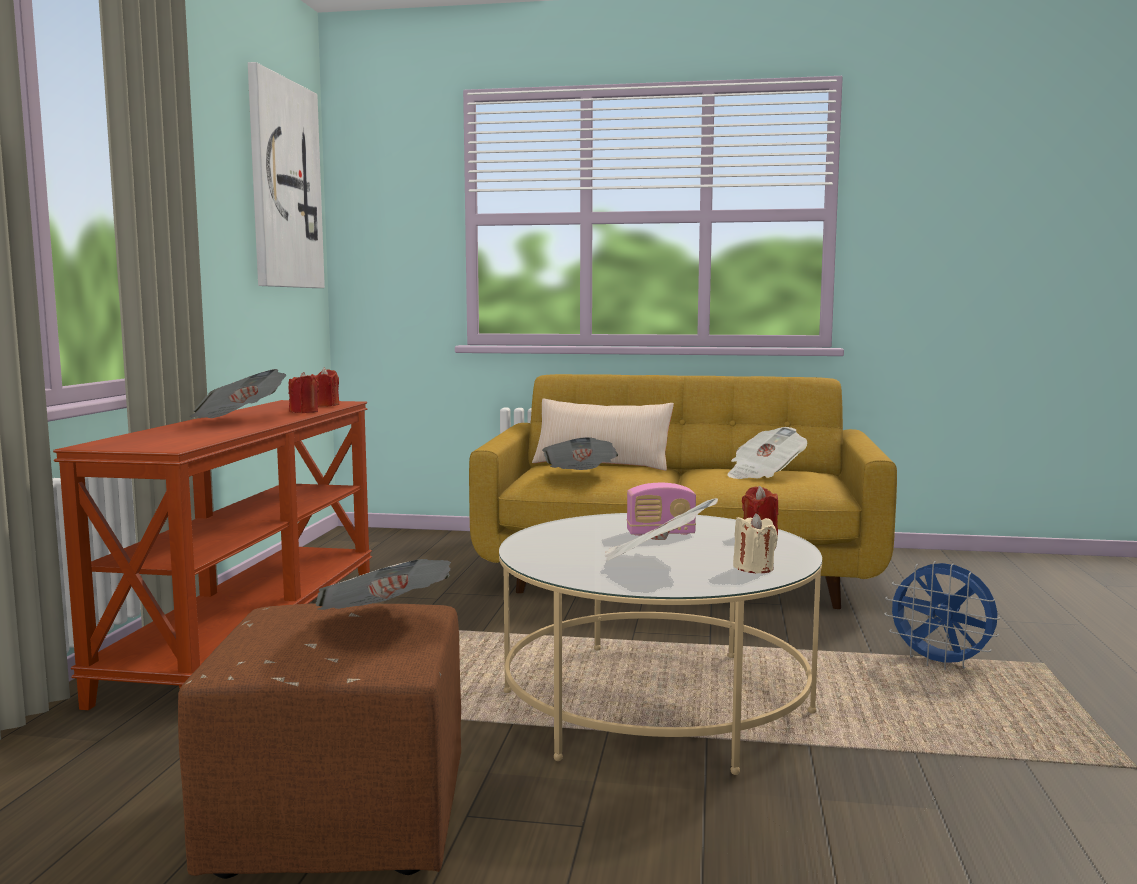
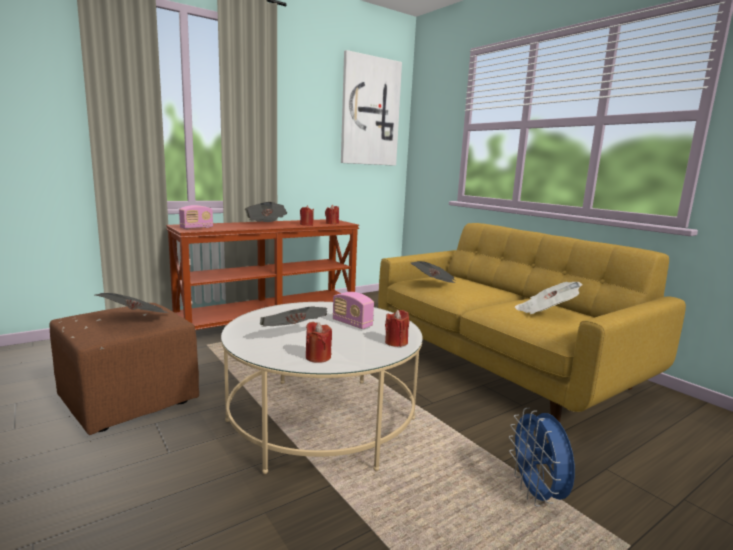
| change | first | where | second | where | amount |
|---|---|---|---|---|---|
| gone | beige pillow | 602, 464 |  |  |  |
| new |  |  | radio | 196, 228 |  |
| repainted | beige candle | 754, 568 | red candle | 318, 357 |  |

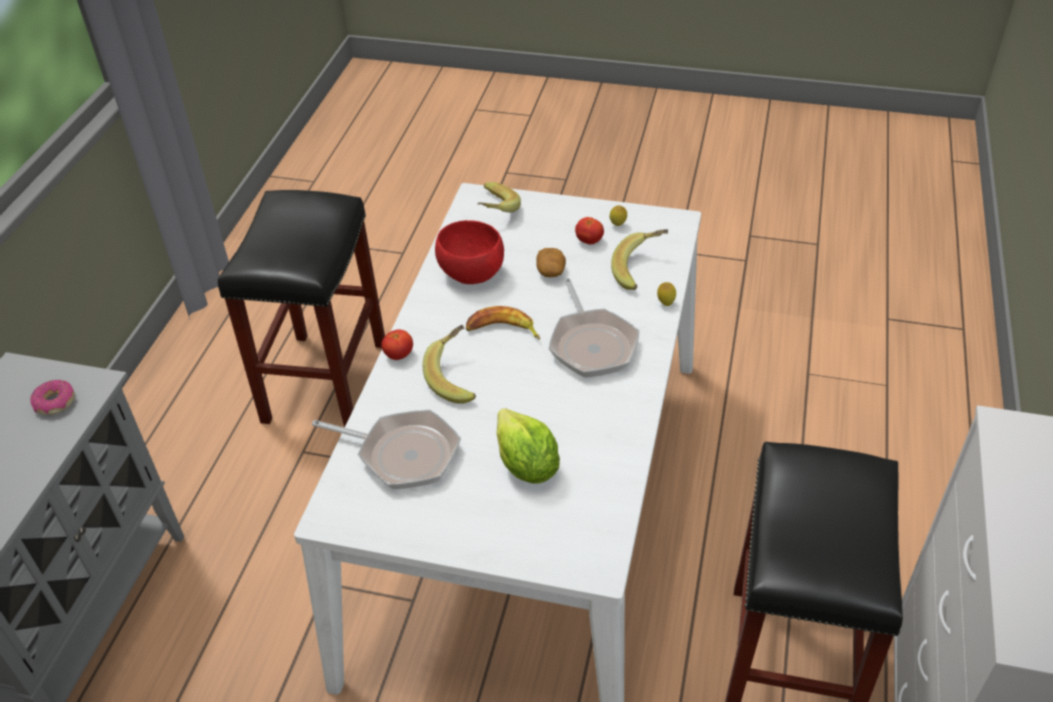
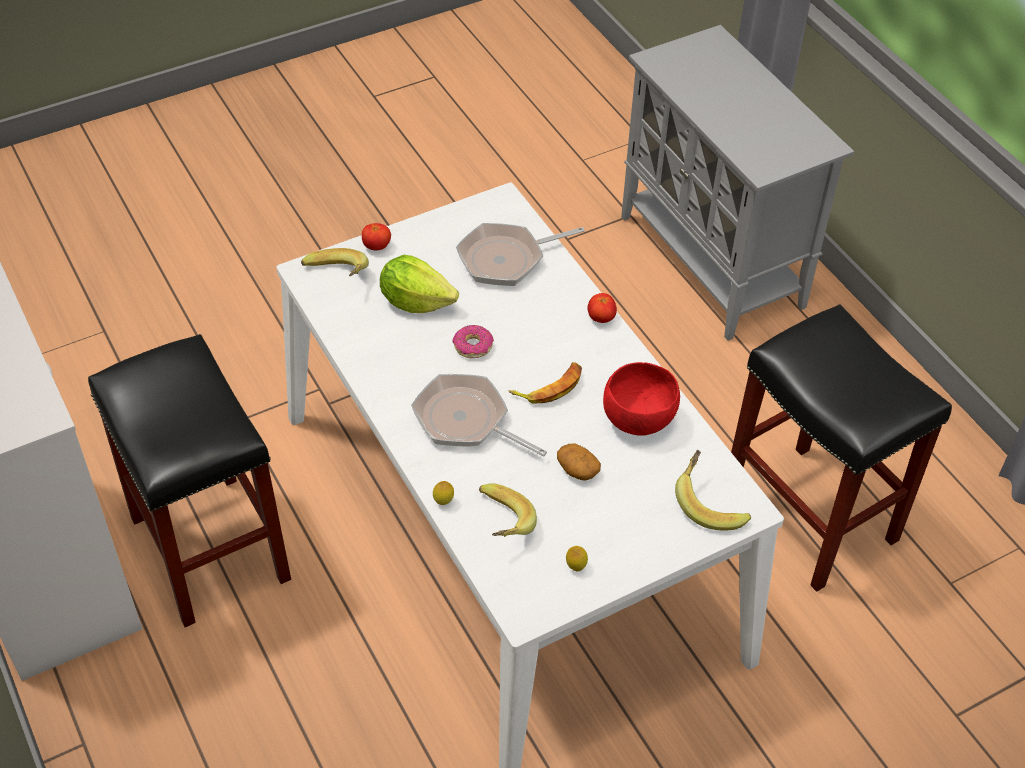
| change | first | where | second | where | amount |
|---|---|---|---|---|---|
| shifted | donut | 55, 402 |  | 473, 346 |  |
| shifted | banana | 457, 377 |  | 336, 278 |  |
| shifted | tomato | 589, 241 |  | 377, 246 |  |

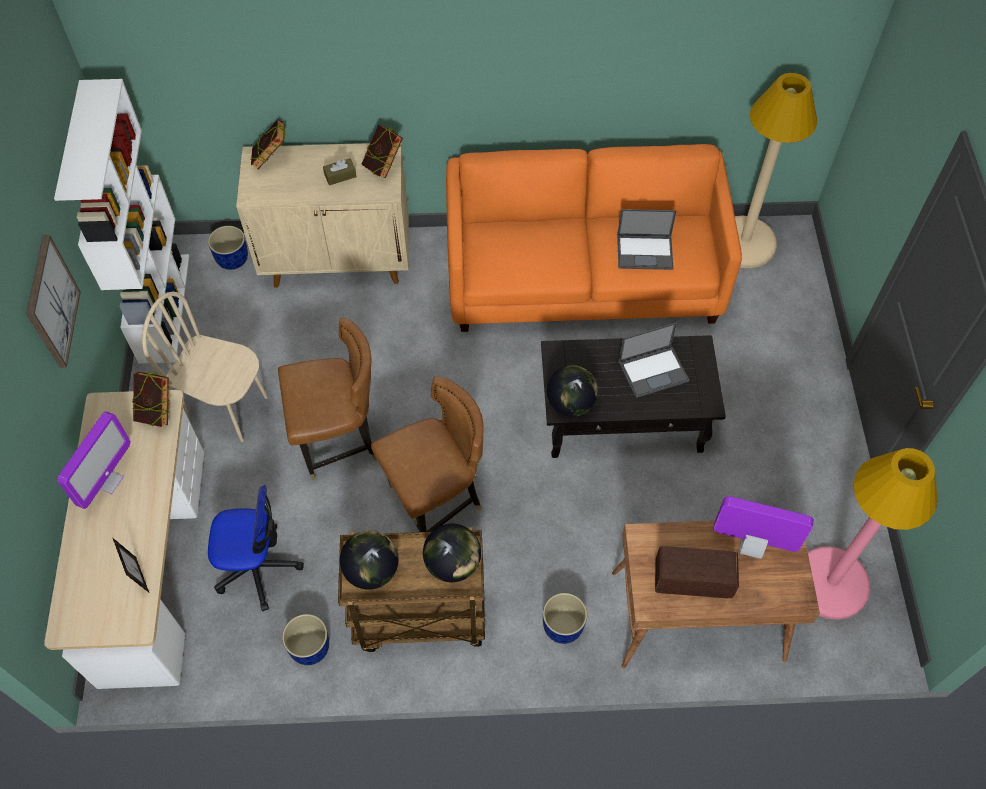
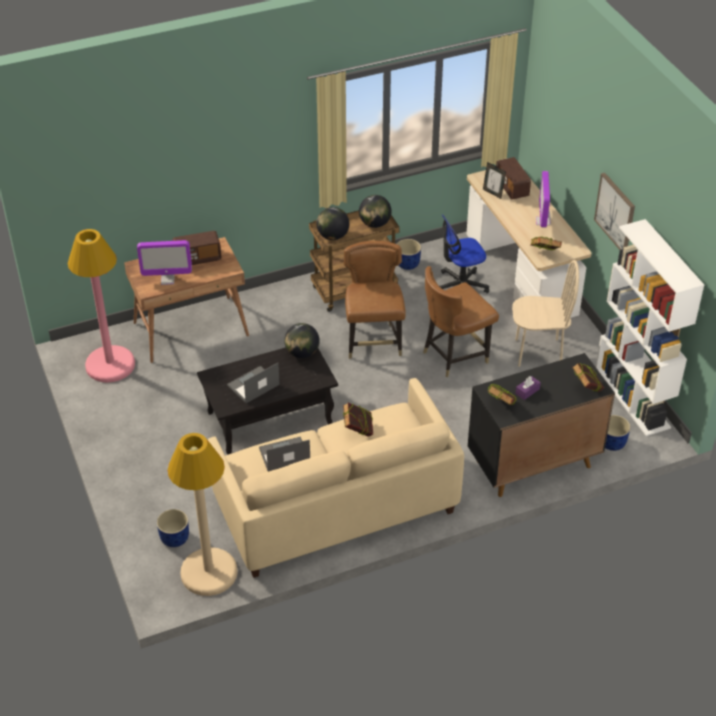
| change | first | where | second | where | amount |
|---|---|---|---|---|---|
| new |  |  | book | 358, 431 |  |
| new |  |  | radio | 512, 188 |  |
| shifted | blue planter | 562, 627 |  | 175, 538 |  |
| repainted | beige cabinet | 338, 260 | black cabinet | 532, 464 |  |
| repainted | brown tissue box | 340, 176 | purple tissue box | 527, 391 |  |
| repainted | orange sofa | 583, 276 | beige sofa | 335, 506 |  |
| rotated | brown chair | 436, 501 |  | 373, 342 | 135 degrees clockwise |

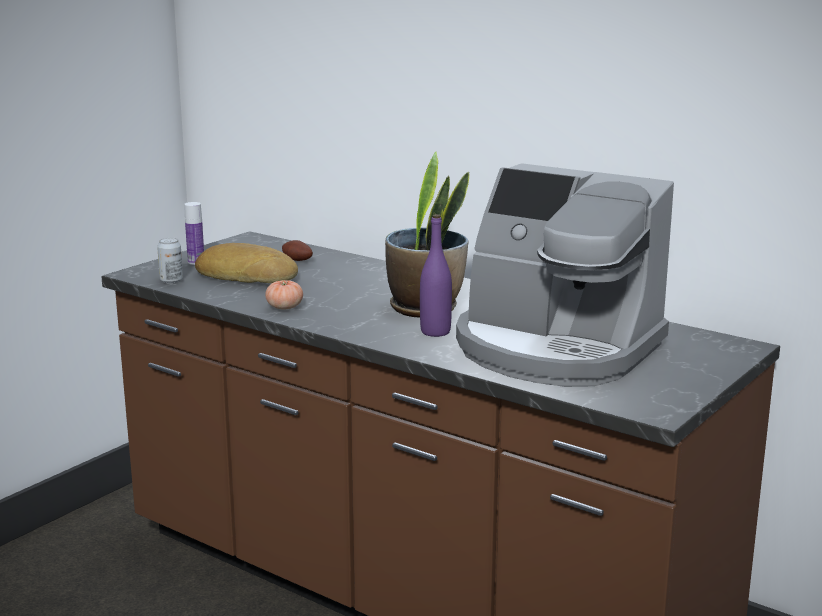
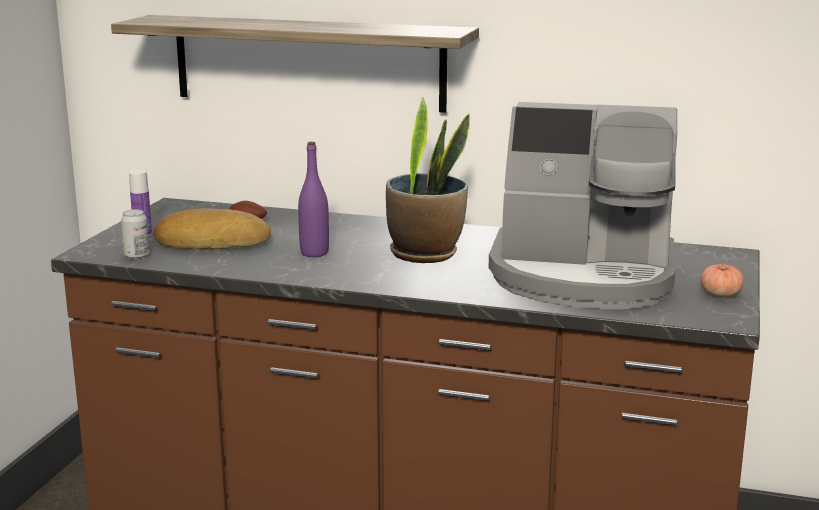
| change | first | where | second | where | amount |
|---|---|---|---|---|---|
| new |  |  | shelf | 308, 62 |  |
| shifted | tomato | 284, 307 |  | 720, 294 |  |
| shifted | purple bottle | 435, 332 |  | 314, 253 |  |

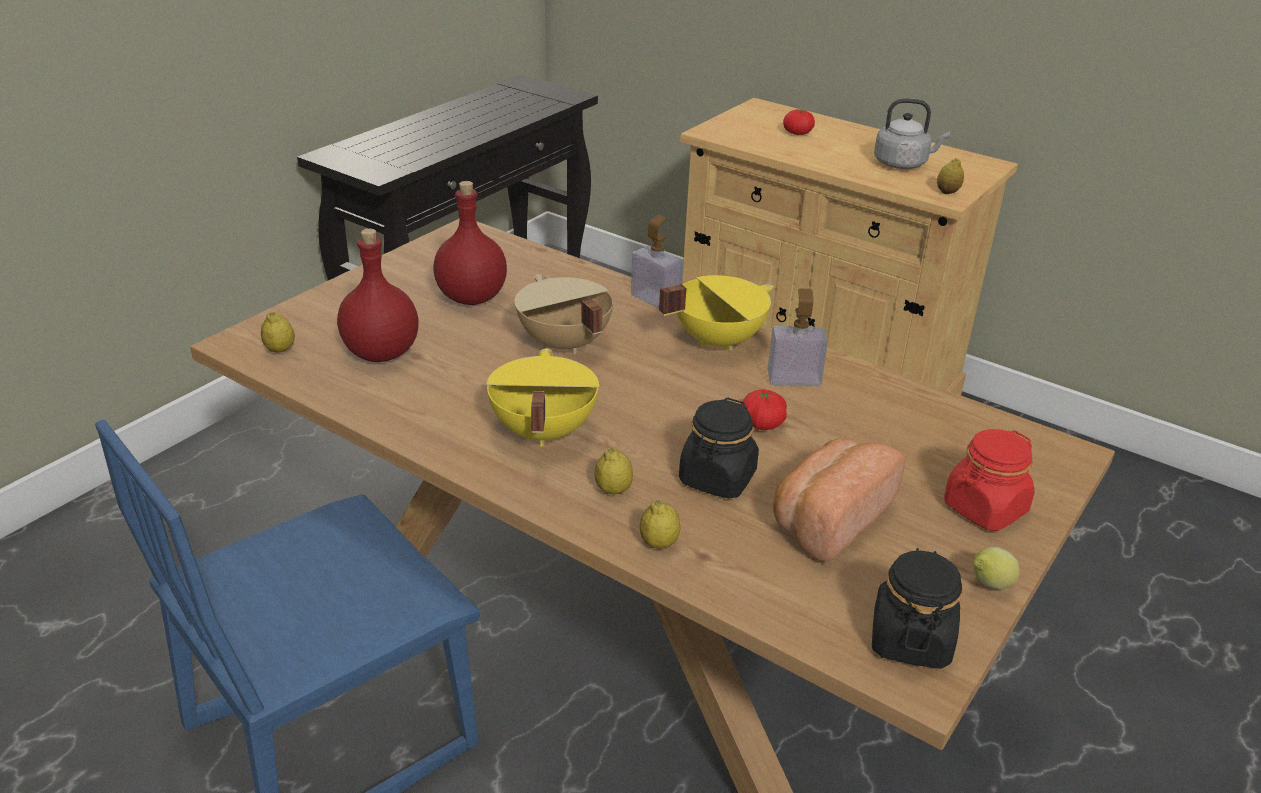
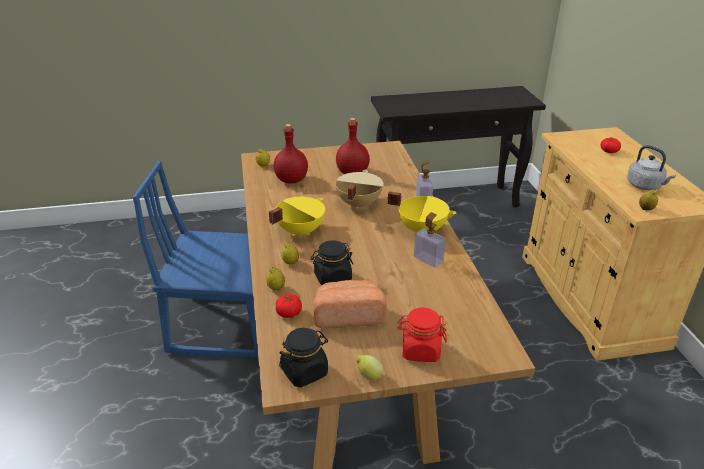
| change | first | where | second | where | amount |
|---|---|---|---|---|---|
| shifted | tomato | 761, 424 |  | 289, 313 |  |

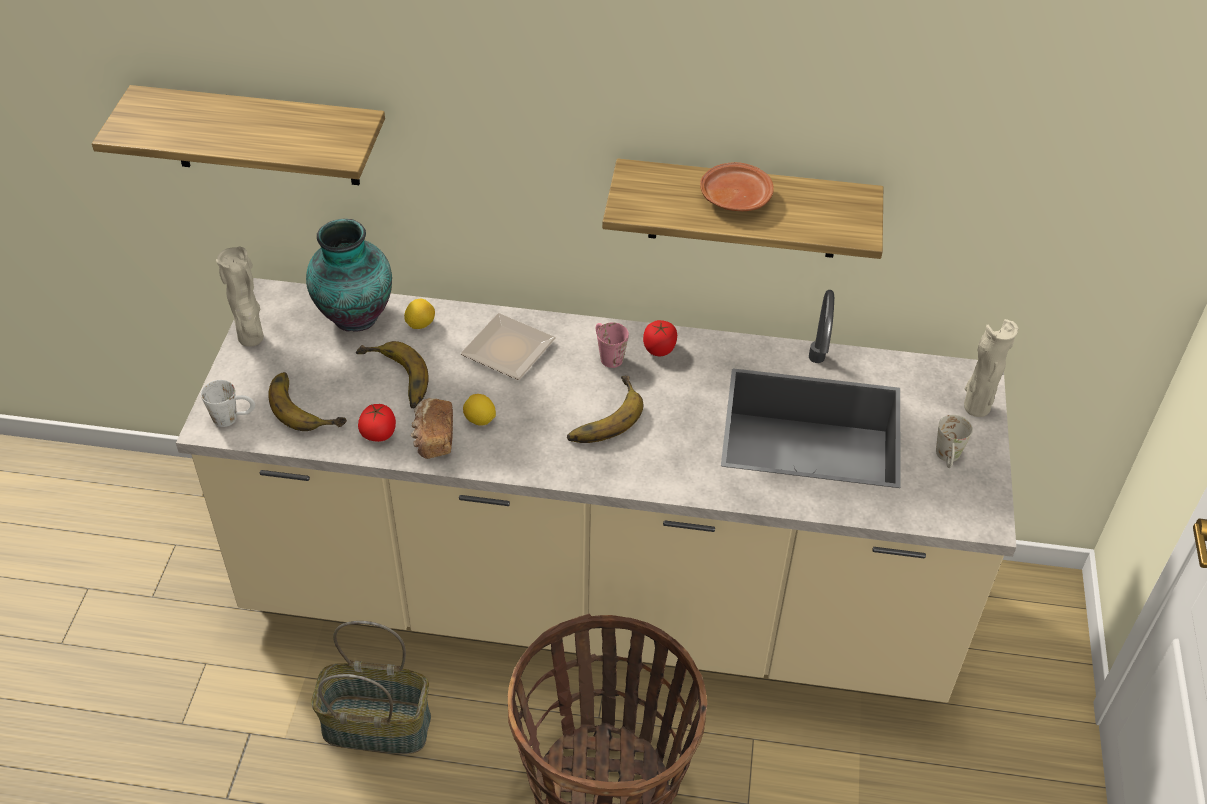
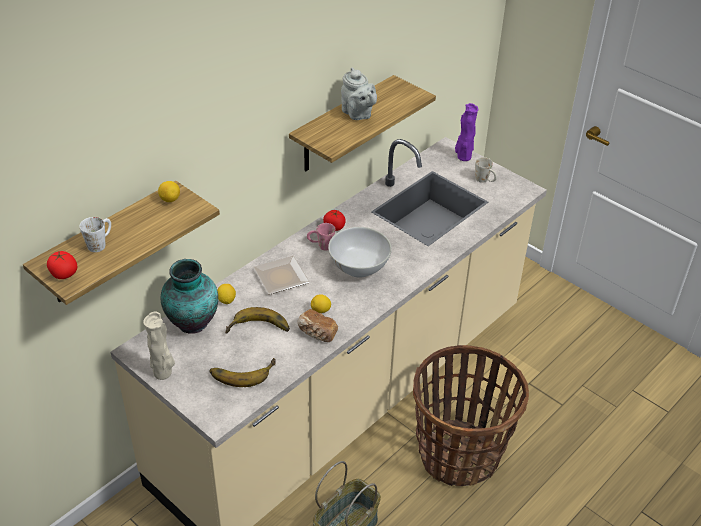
| change | first | where | second | where | amount |
|---|---|---|---|---|---|
| new |  |  | lemon | 170, 199 |  |
| shifted | white mug | 233, 417 |  | 100, 243 |  |
| shifted | tomato | 378, 433 |  | 64, 274 |  |
| swapped | banana | 601, 415 | white bowl | 359, 267 |  |
| swapped | brown plate | 735, 197 | grey teapot | 358, 114 |  |
| repainted | beige vase | 975, 407 | purple vase | 463, 157 |  |

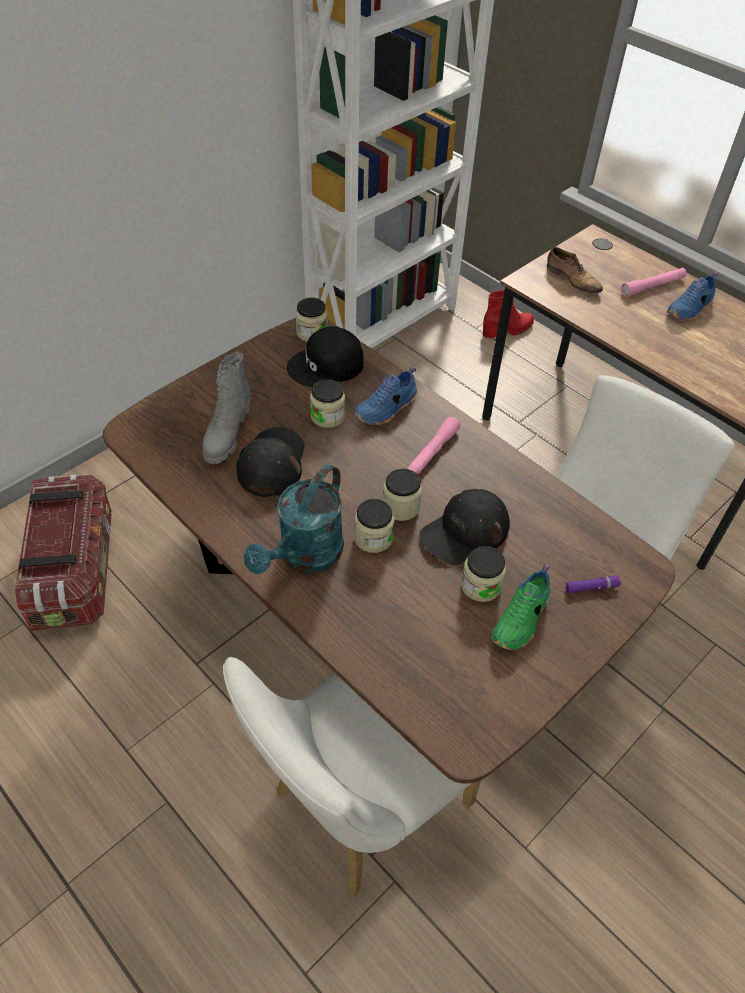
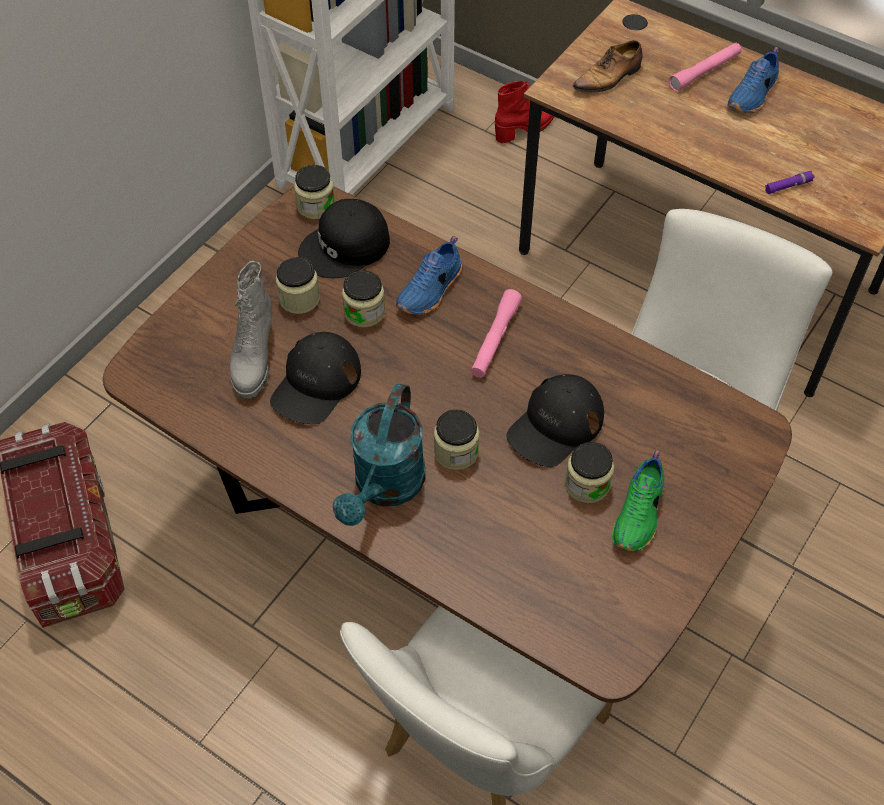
| change | first | where | second | where | amount |
|---|---|---|---|---|---|
| shifted | jar | 401, 507 |  | 299, 299 |  |
| shifted | purple flashlight | 591, 587 |  | 788, 186 |  |
| rotated | black cap | 272, 463 |  | 316, 383 | 150 degrees counterclockwise |
| rotated | shoe | 572, 279 |  | 608, 78 | 105 degrees clockwise |

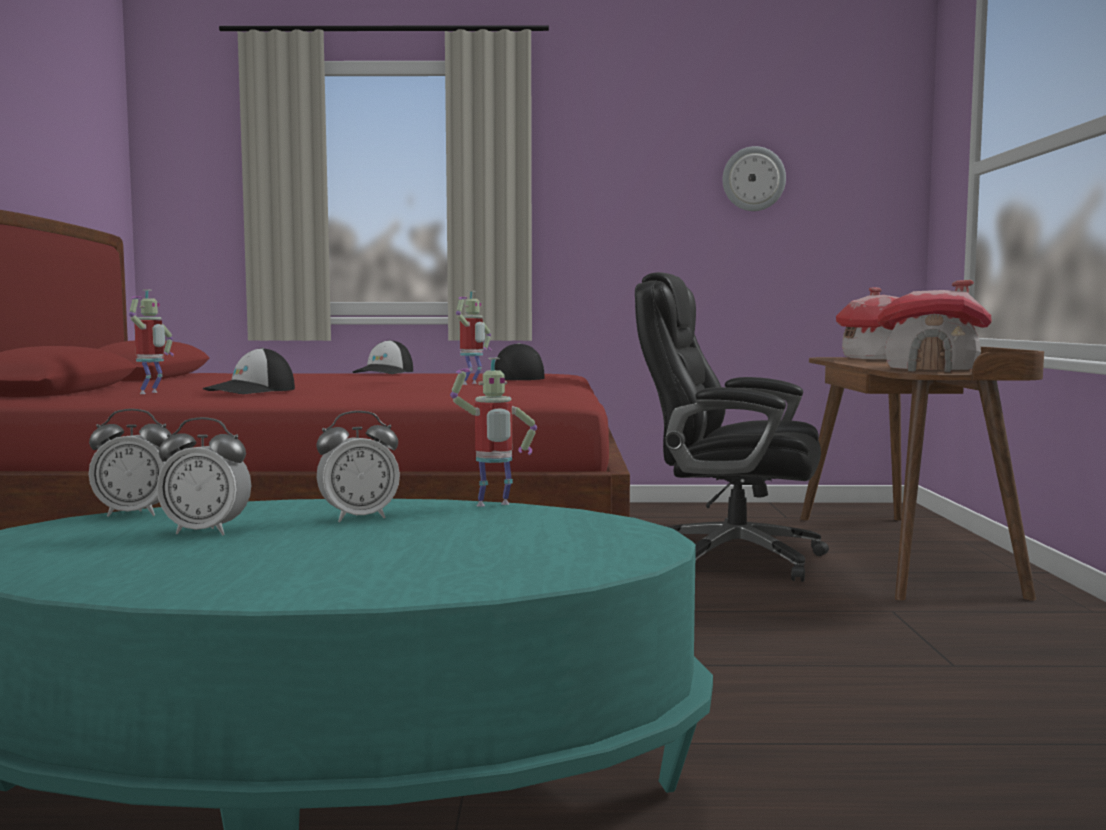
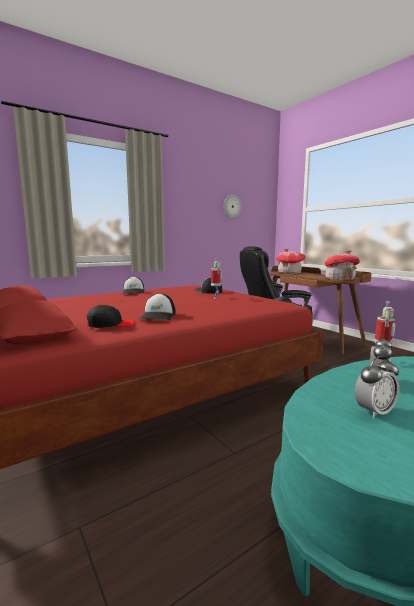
| change | first | where | second | where | amount |
|---|---|---|---|---|---|
| gone | alarm clock | 135, 513 |  |  |  |
| swapped | toy robot | 151, 393 | black cap | 111, 325 |  |

